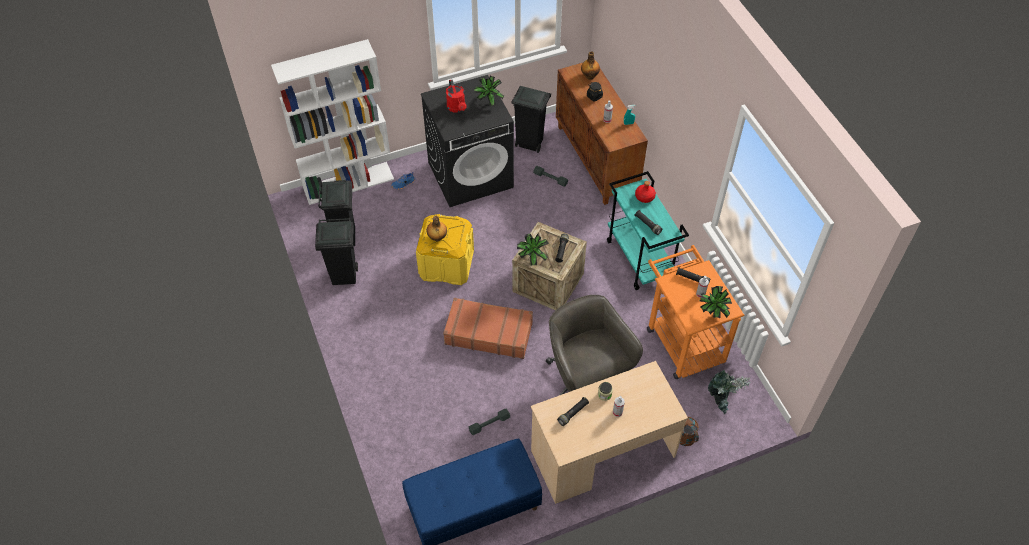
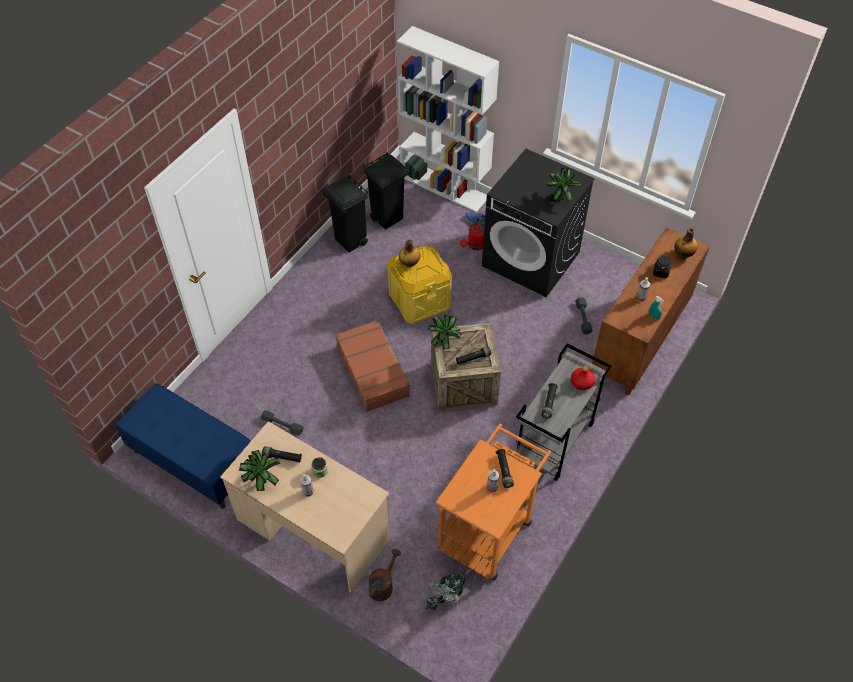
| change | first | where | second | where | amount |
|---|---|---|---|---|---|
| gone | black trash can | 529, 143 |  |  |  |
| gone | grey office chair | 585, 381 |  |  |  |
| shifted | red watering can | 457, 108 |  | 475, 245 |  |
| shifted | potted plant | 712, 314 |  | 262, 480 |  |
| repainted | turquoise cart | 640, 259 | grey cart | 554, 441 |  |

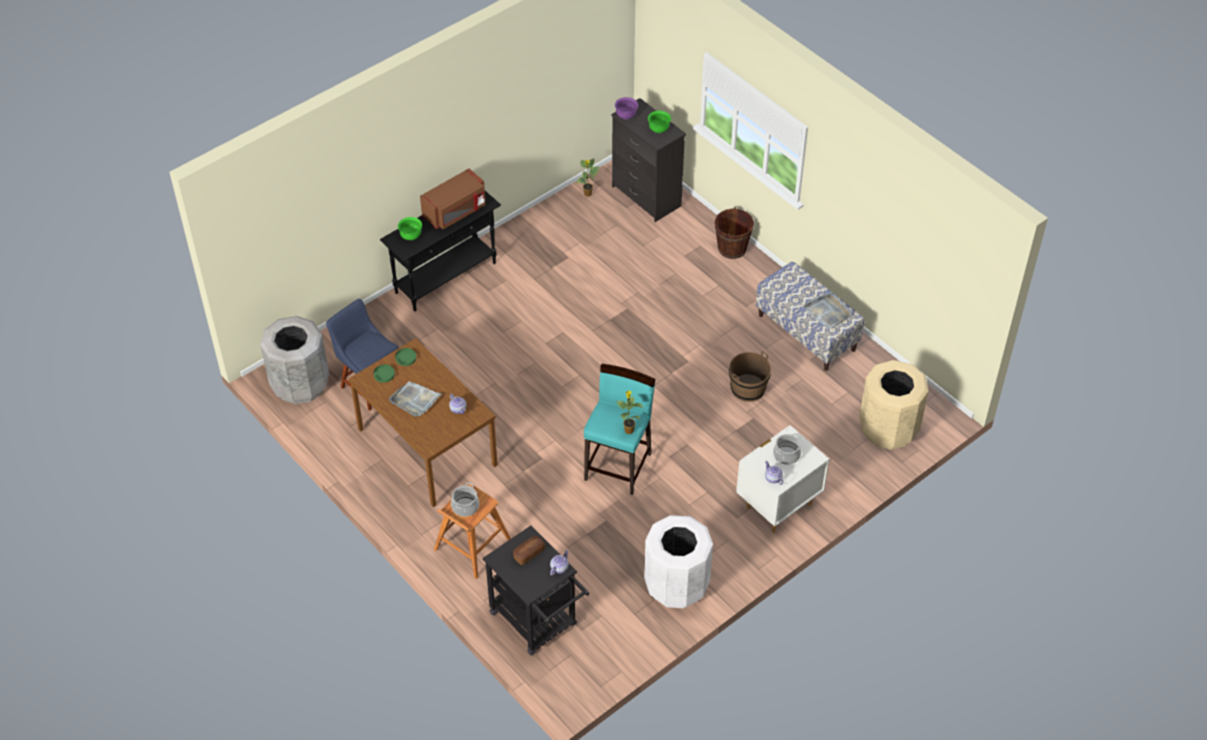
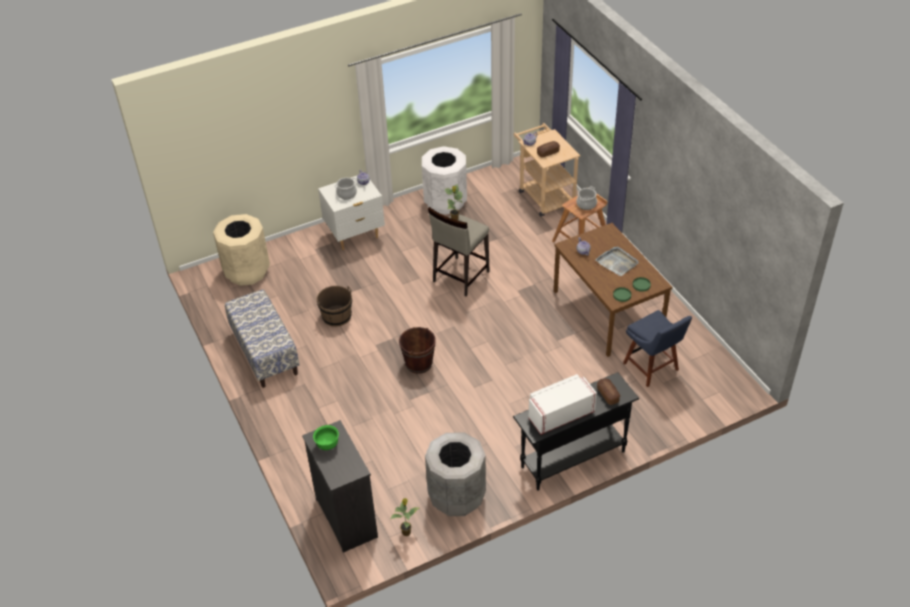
| change | first | where | second | where | amount |
|---|---|---|---|---|---|
| gone | purple bowl | 626, 115 |  |  |  |
| gone | grey tray | 828, 311 |  |  |  |
| shifted | grey trash can | 300, 385 |  | 457, 496 |  |
| shifted | brown bucket | 732, 248 |  | 419, 363 |  |
| swapped | green bowl | 411, 236 | bread | 607, 395 |  |
| repainted | brown microwave | 455, 212 | white microwave | 560, 414 |  |
| repainted | black cart | 538, 623 | beige cart | 544, 195 |  |
| repainted | turquoise stool | 618, 466 | beige stool | 460, 276 |  |

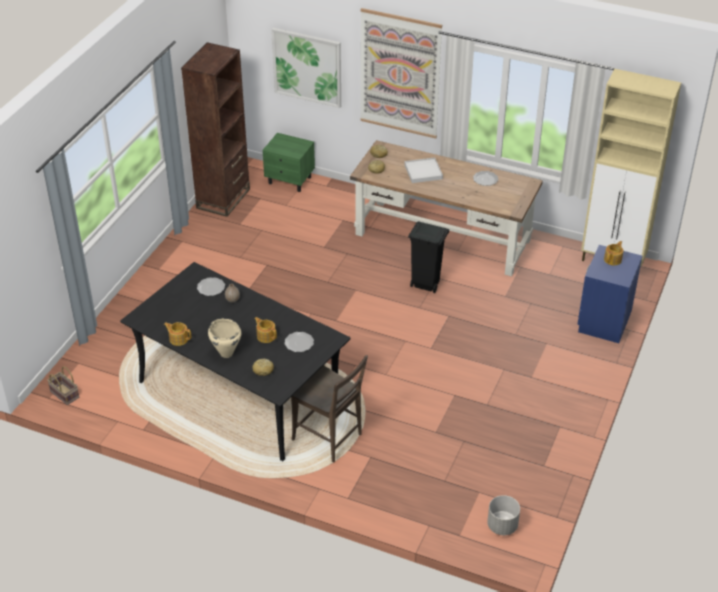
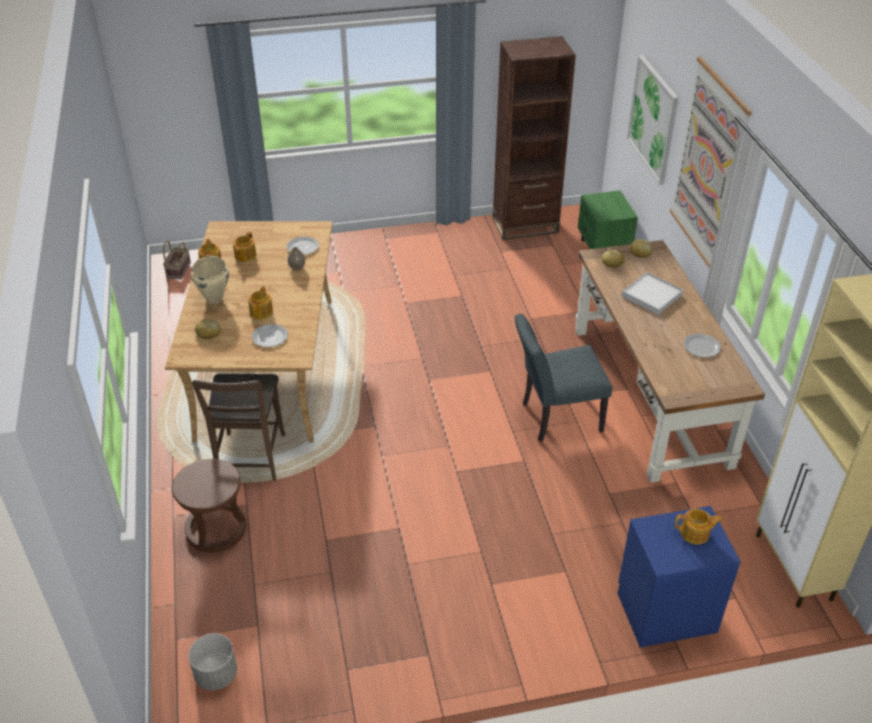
| change | first | where | second | where | amount |
|---|---|---|---|---|---|
| new |  |  | brown stool | 216, 529 |  |
| new |  |  | teapot | 245, 256 |  |
| swapped | black trash can | 425, 284 | grey chair | 555, 418 |  |
| repainted | black dining table | 240, 391 | beige dining table | 268, 367 |  |

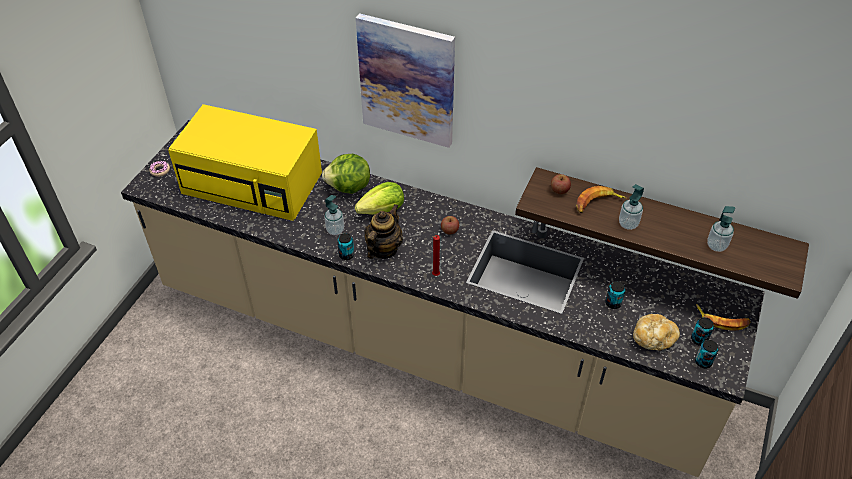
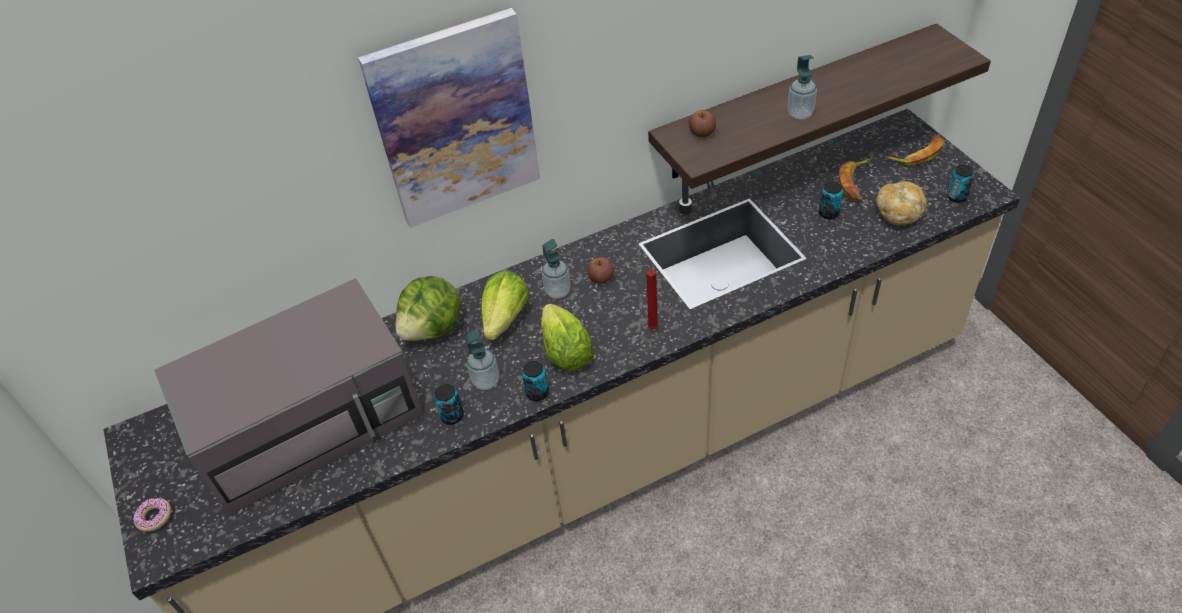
| change | first | where | second | where | amount |
|---|---|---|---|---|---|
| shifted | banana | 597, 203 |  | 855, 183 |  |
| shifted | can | 699, 339 |  | 452, 416 |  |
| shifted | soap dispenser | 716, 245 |  | 558, 291 |  |
| swapped | teapot | 383, 249 | lettuce | 566, 353 |  |
| repainted | yellow microwave | 254, 183 | grey microwave | 311, 420 |  |

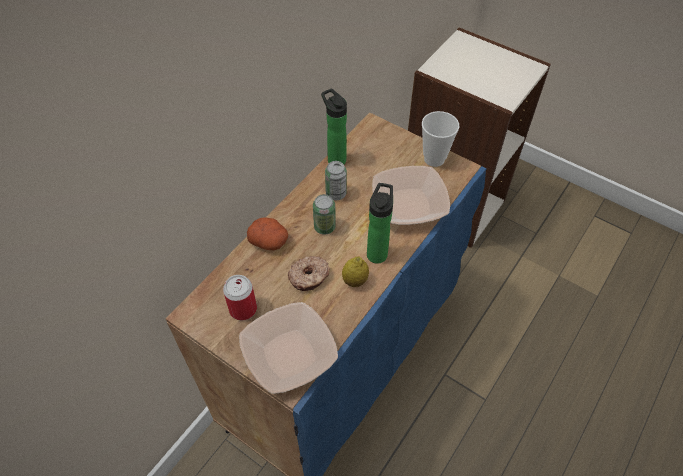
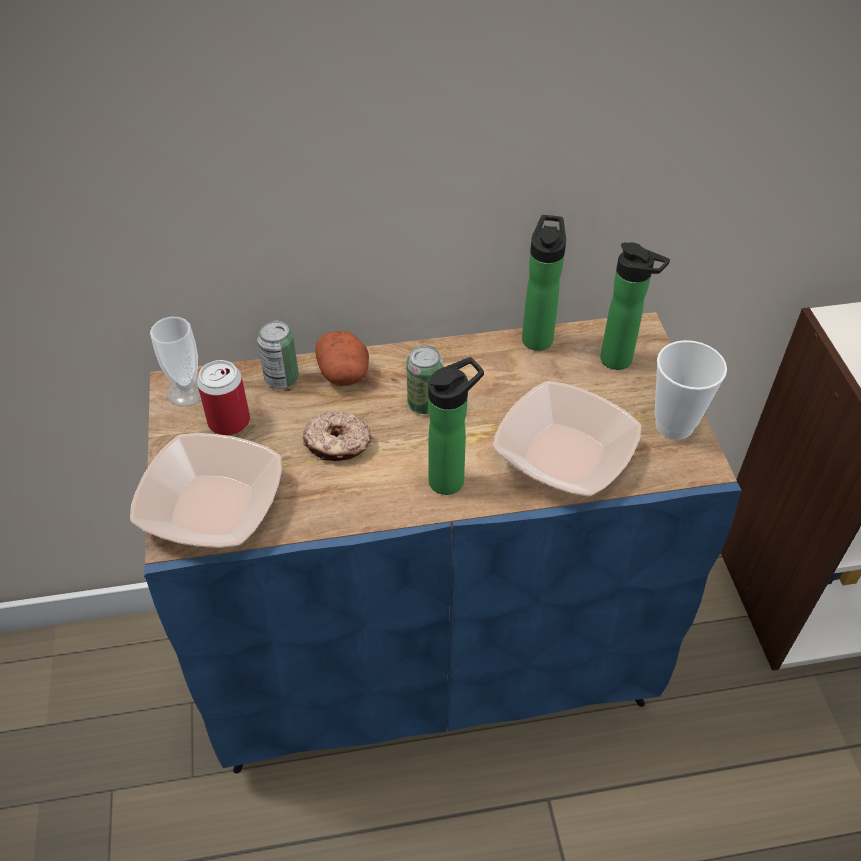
| change | first | where | second | where | amount |
|---|---|---|---|---|---|
| gone | lemon | 355, 280 |  |  |  |
| new |  |  | cup | 187, 391 |  |
| new |  |  | bottle | 620, 361 |  |
| shifted | can | 336, 194 |  | 281, 378 |  |

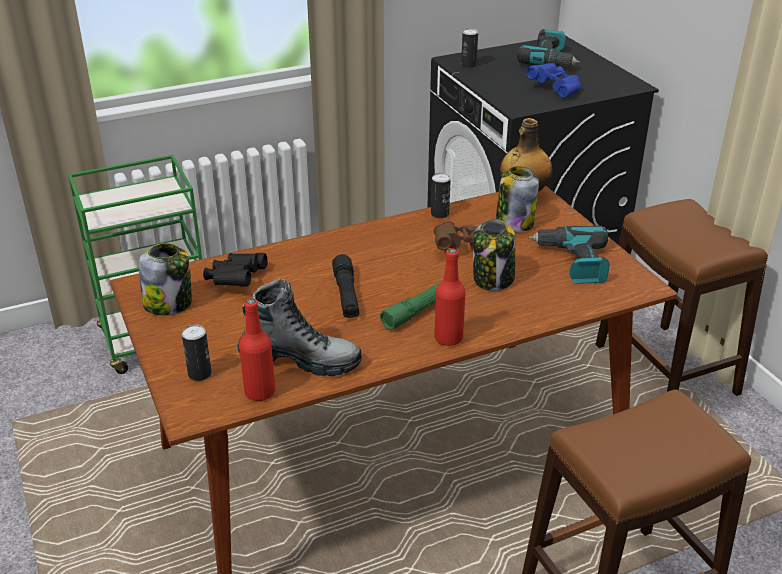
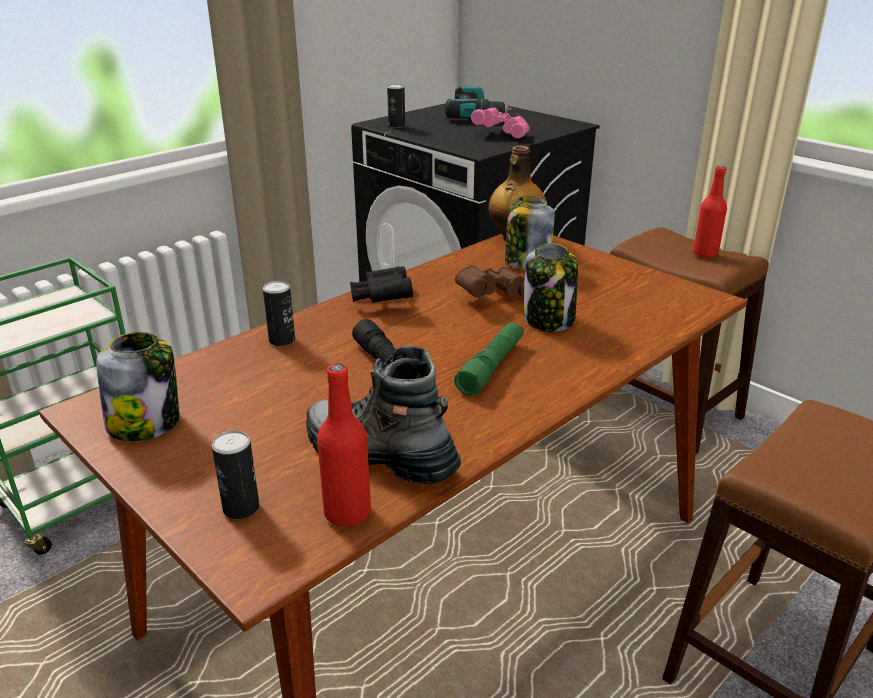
| change | first | where | second | where | amount |
|---|---|---|---|---|---|
| gone | power drill | 573, 262 |  |  |  |
| shifted | black binoculars | 236, 280 |  | 382, 300 |  |
| shifted | can | 440, 214 |  | 282, 340 |  |
| shifted | red bottle | 448, 338 |  | 705, 254 |  |
| repainted | blue binoculars | 555, 89 | pink binoculars | 502, 134 |  |
| rotated | boot | 300, 360 |  | 379, 456 | 135 degrees counterclockwise |

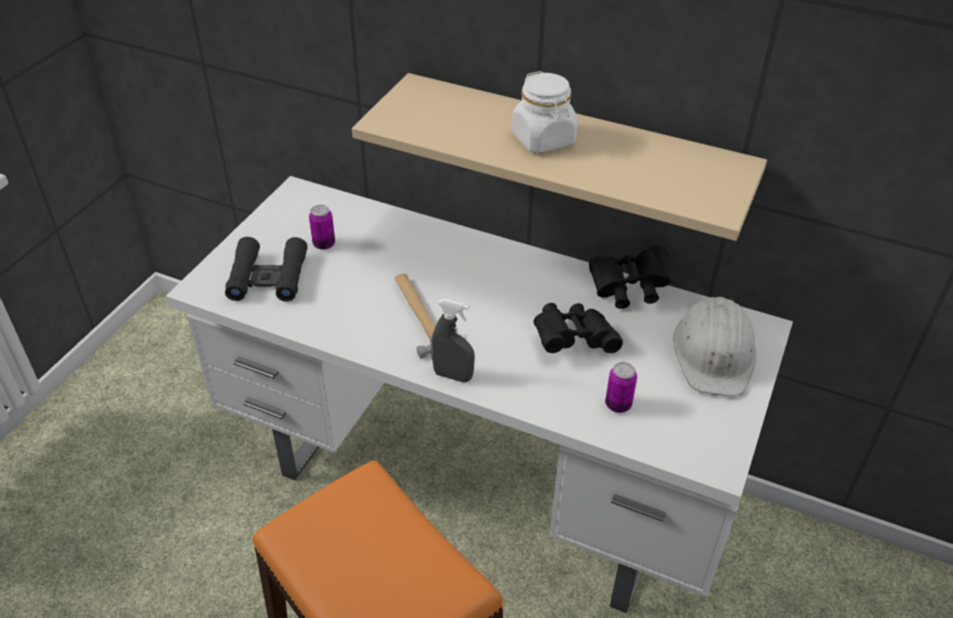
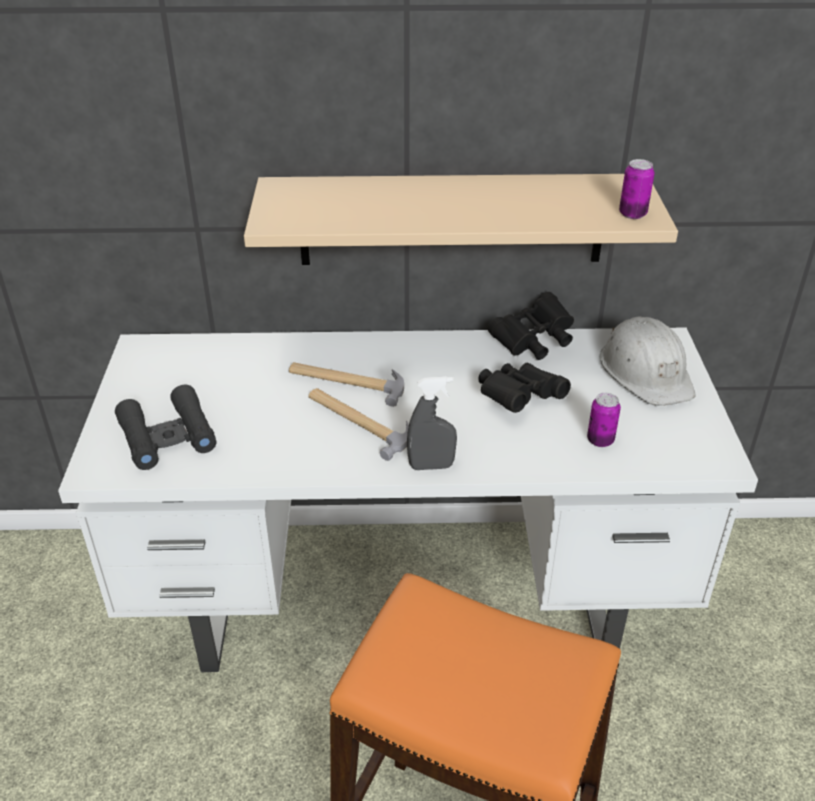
| change | first | where | second | where | amount |
|---|---|---|---|---|---|
| gone | white jar | 543, 139 |  |  |  |
| new |  |  | hammer | 347, 382 |  |
| shifted | can | 324, 244 |  | 632, 214 |  |

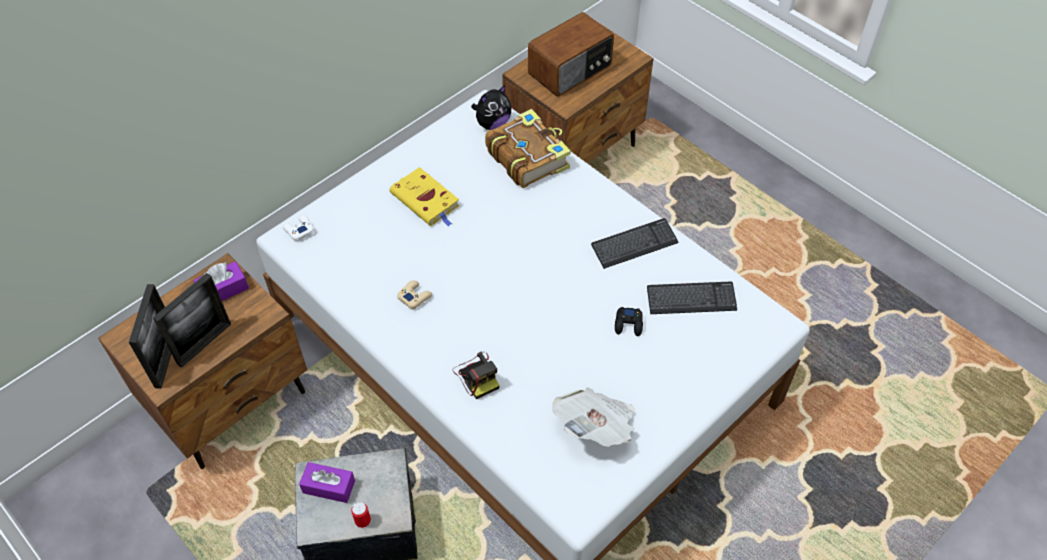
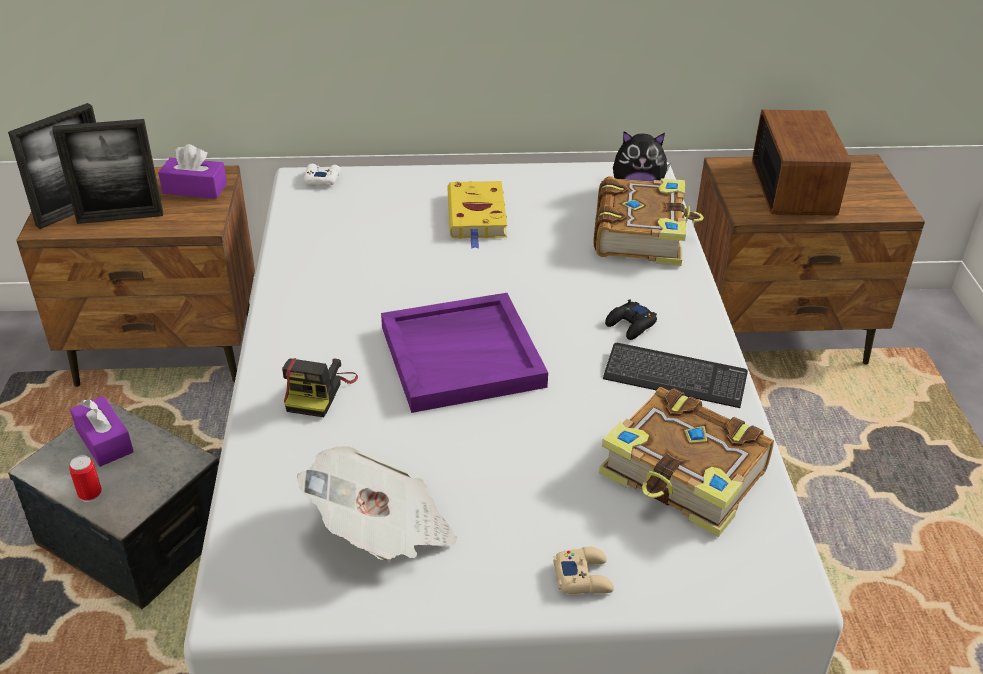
| change | first | where | second | where | amount |
|---|---|---|---|---|---|
| new |  |  | purple tray | 463, 355 |  |
| shifted | beige game controller | 414, 296 |  | 583, 576 |  |
| shifted | black game controller | 628, 324 |  | 631, 325 |  |
| swapped | keyboard | 691, 299 | book | 684, 477 |  |
| rotated | radio | 571, 70 |  | 794, 187 | 90 degrees counterclockwise |

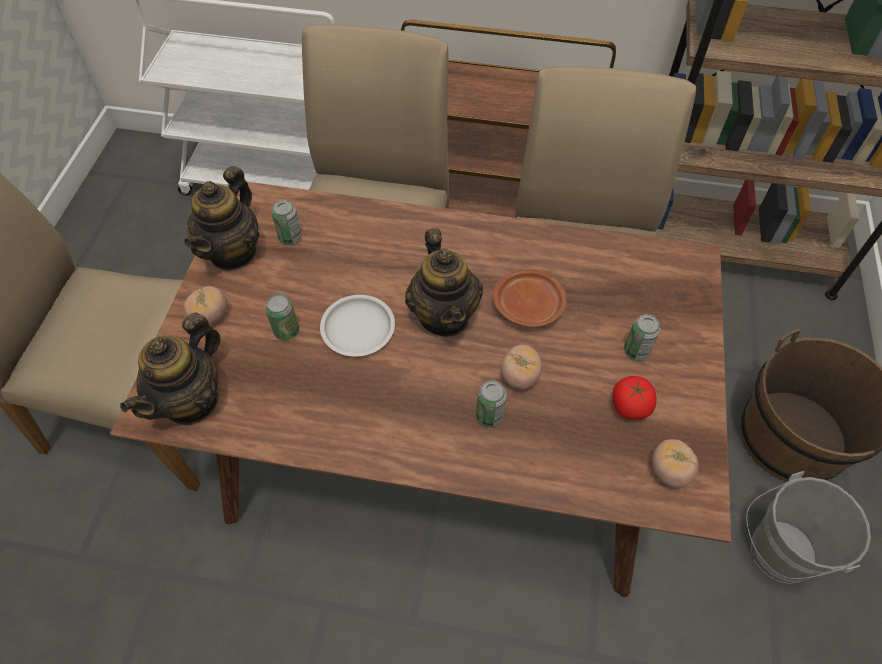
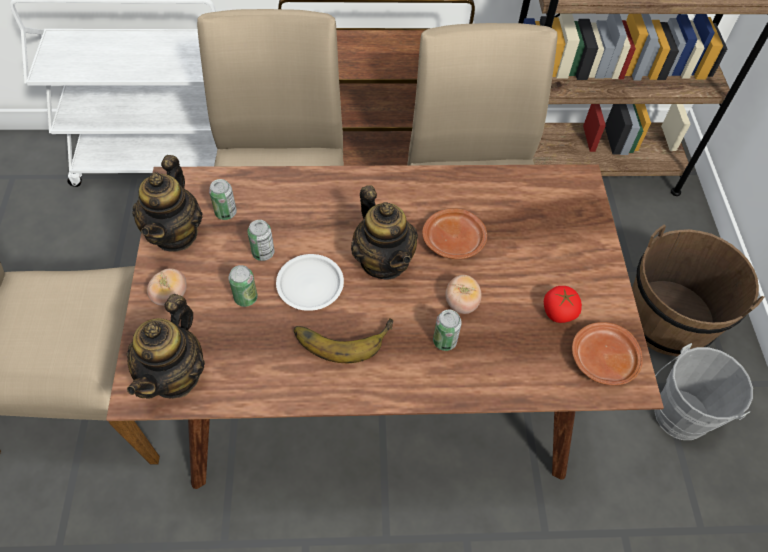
| change | first | where | second | where | amount |
|---|---|---|---|---|---|
| new |  |  | banana | 342, 334 |  |
| shifted | can | 636, 351 |  | 263, 253 |  |
| swapped | tomato | 669, 471 | brown plate | 602, 360 |  |

